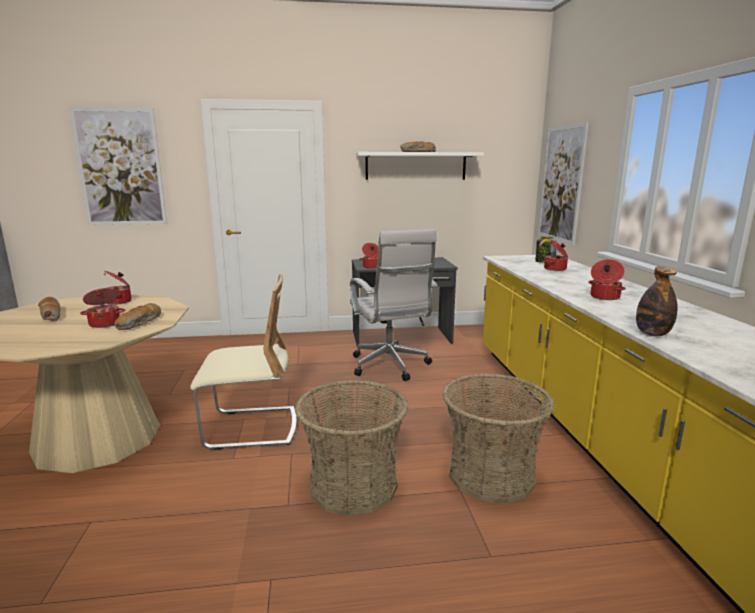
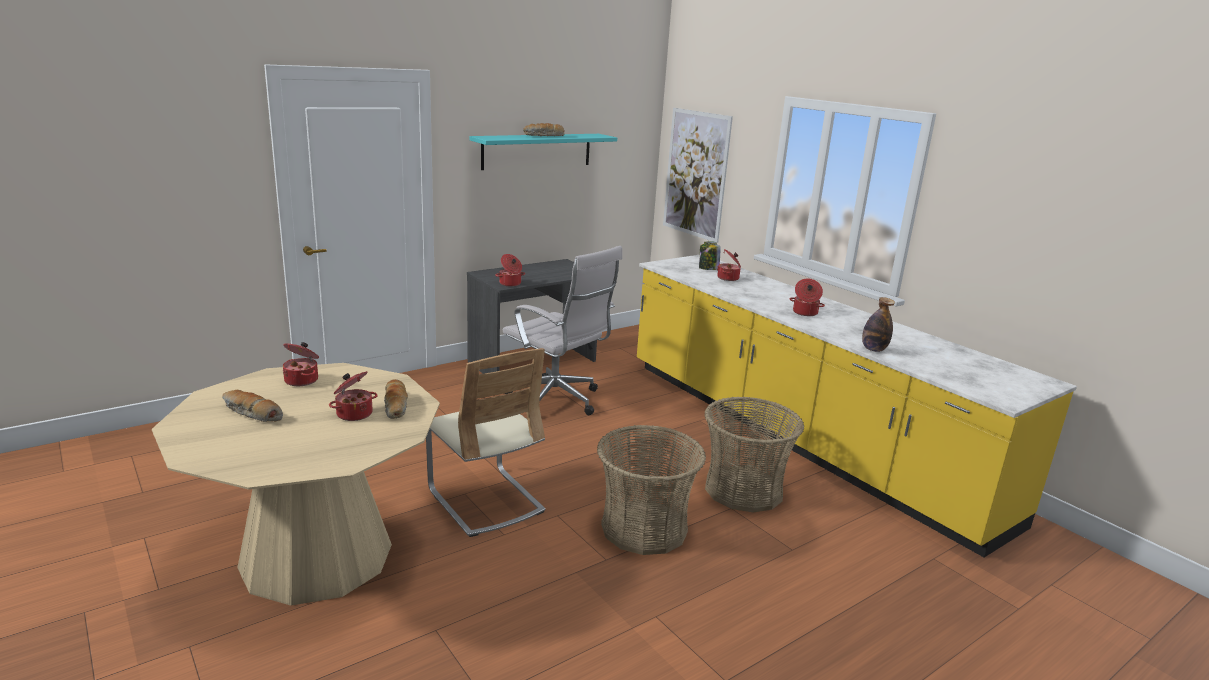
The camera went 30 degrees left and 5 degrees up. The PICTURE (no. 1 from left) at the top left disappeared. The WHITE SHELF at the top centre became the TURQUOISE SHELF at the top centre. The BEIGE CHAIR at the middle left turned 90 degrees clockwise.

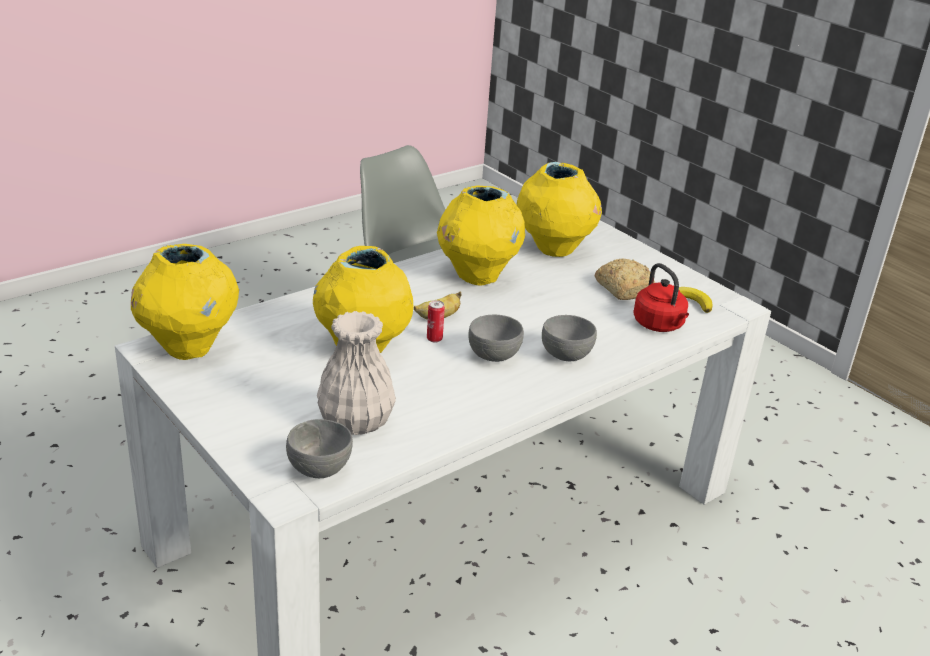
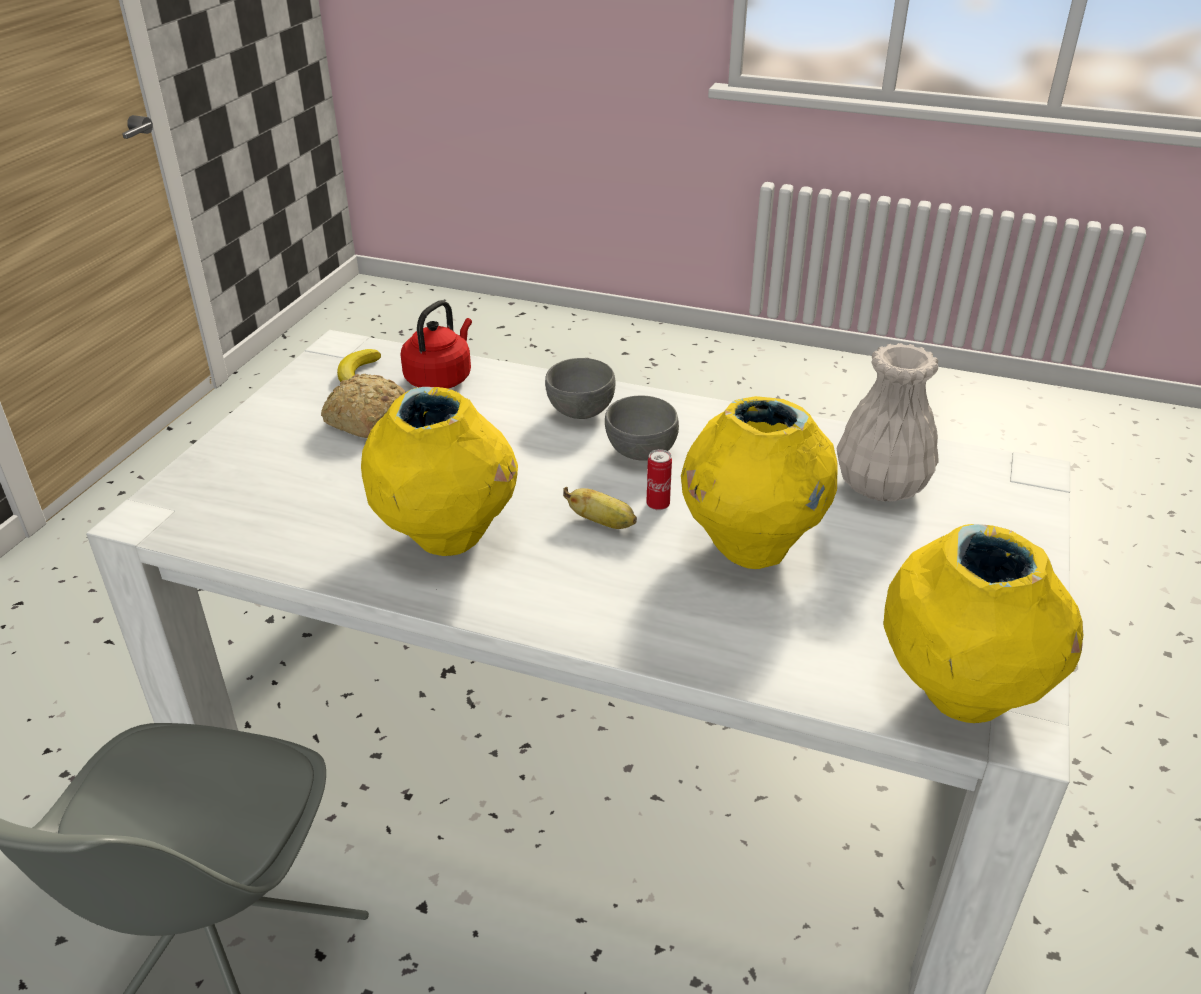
The camera went 120 degrees left and 5 degrees up. The YELLOW VASE (no. 4 from left) at the top centre disappeared. The GREY BOWL (no. 1 from left) at the bottom centre disappeared.

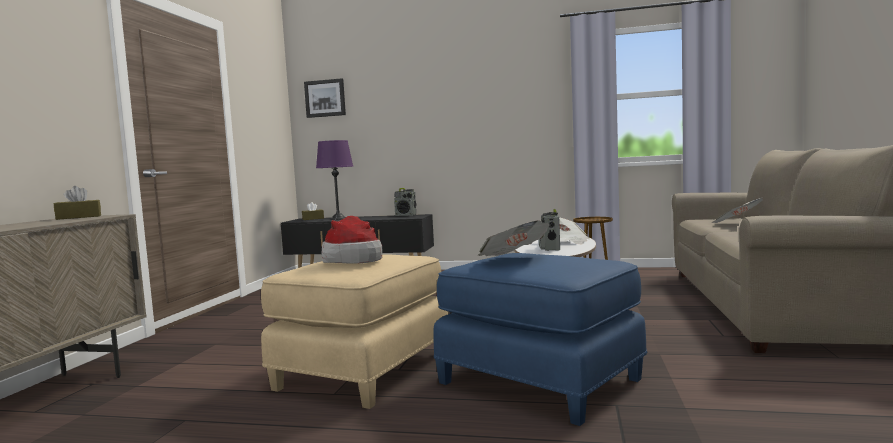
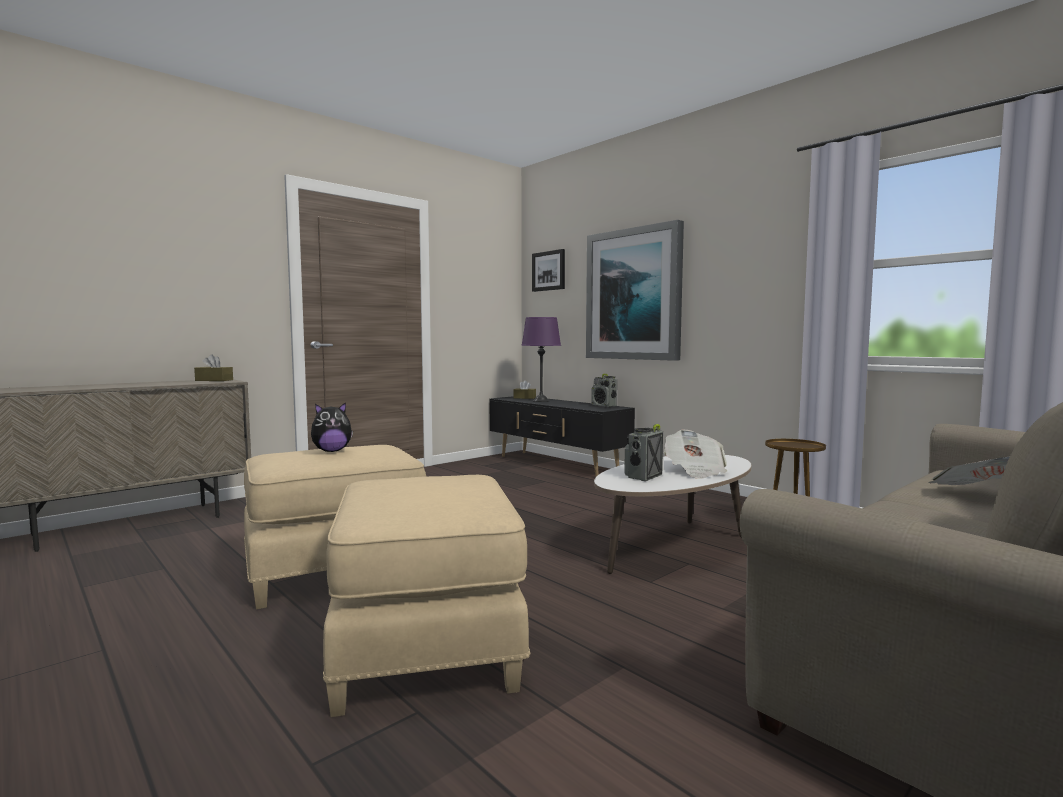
The camera went 35 degrees right and 0 degrees up. The HAT at the centre was replaced by the PLUSH TOY at the middle left. The NEWSPAPER (no. 1 from left) at the centre disappeared. The BLUE OTTOMAN at the bottom centre became the BEIGE OTTOMAN (no. 2 from left) at the bottom centre. The PICTURE (no. 2 from left) at the centre appeared.

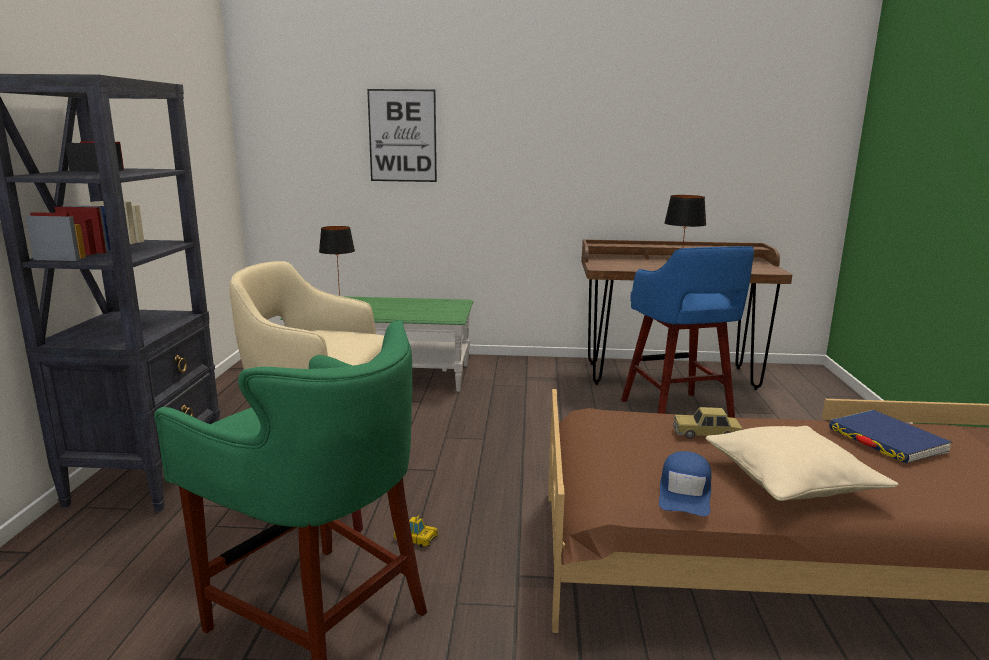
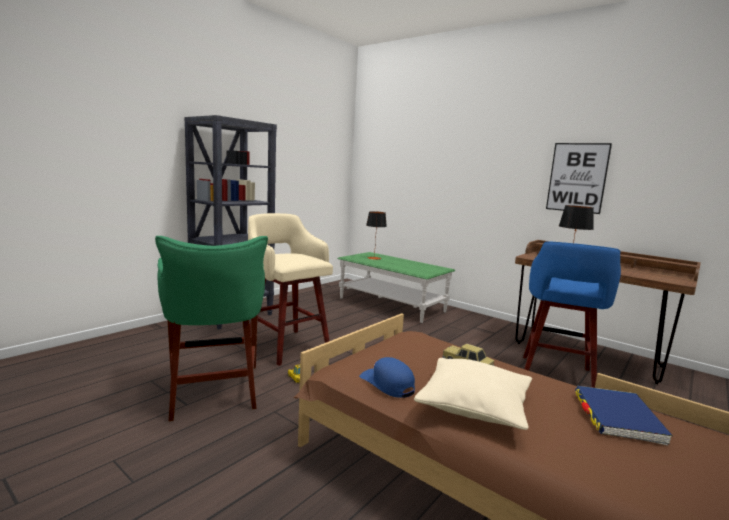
The camera went 35 degrees right and 5 degrees down. The PICTURE moved from the top centre to the middle right. The BLUE CAP at the bottom right turned 90 degrees clockwise.

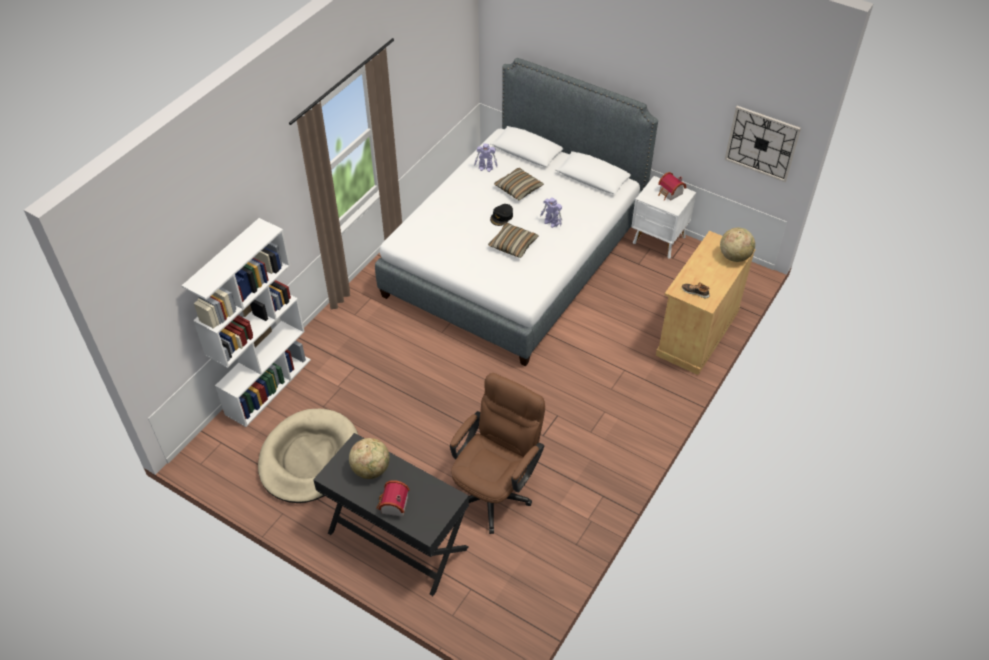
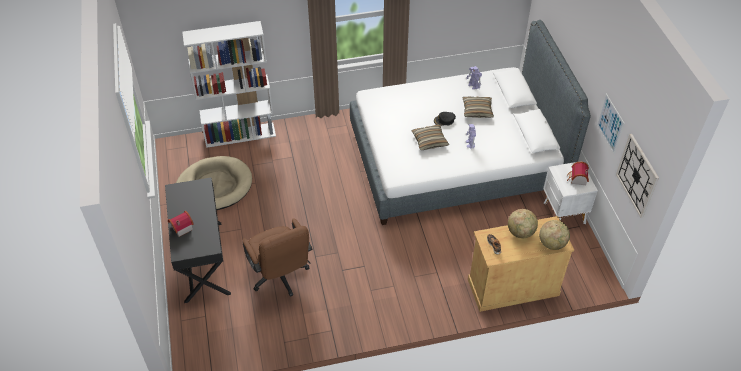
The camera went 45 degrees right and 0 degrees up. The BROWN OFFICE CHAIR at the bottom centre turned 75 degrees clockwise. The GLOBE (no. 1 from left) moved from the bottom centre to the middle right. The PICTURE at the middle right appeared.

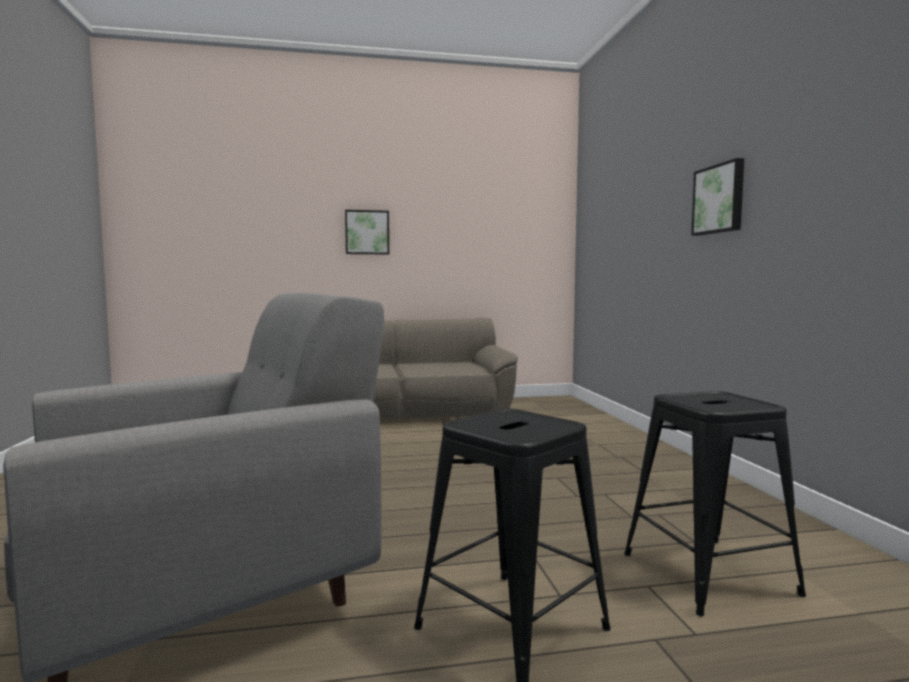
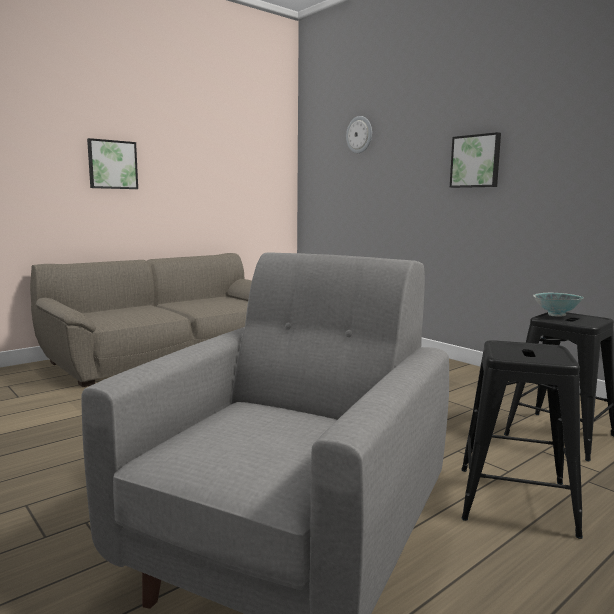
The camera went 30 degrees left and 5 degrees up. The WALL CLOCK at the top centre appeared. The BOWL at the middle right appeared.

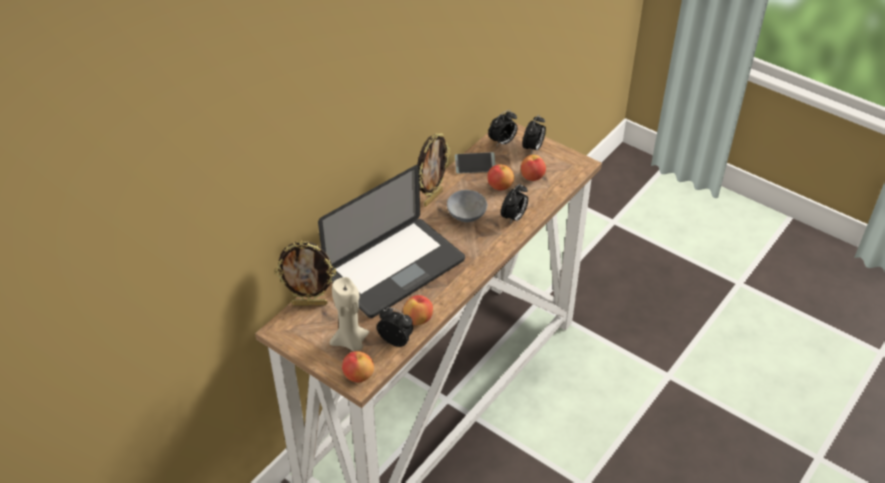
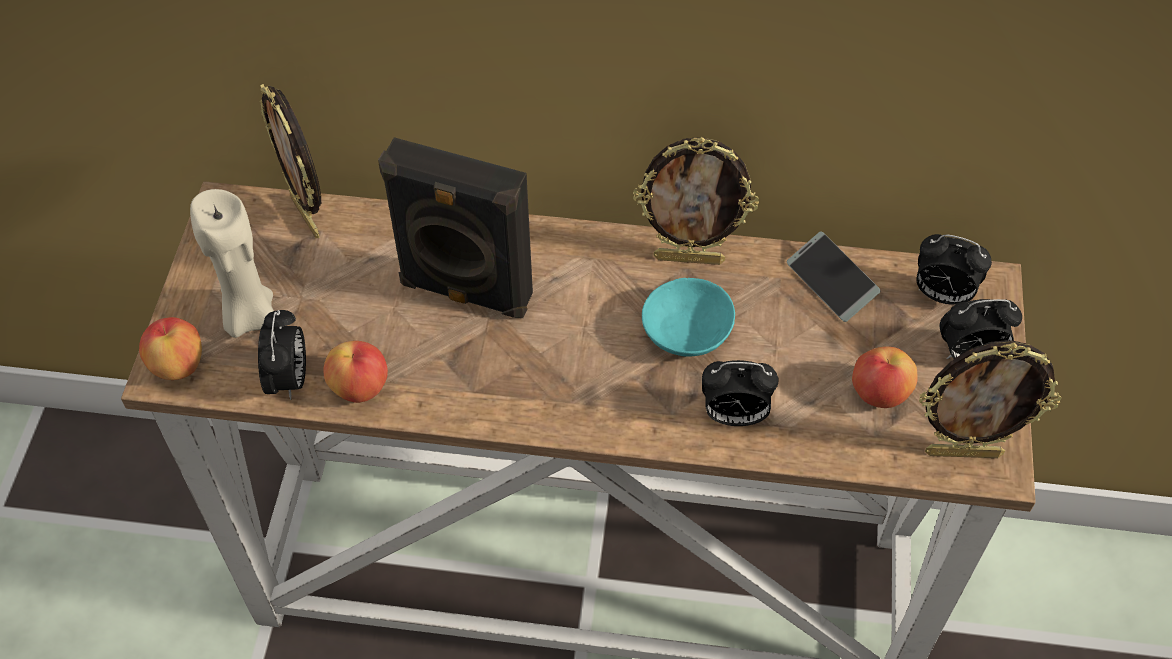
The camera went 60 degrees right and 10 degrees up. The APPLE (no. 3 from left) at the centre disappeared. The LAPTOP at the centre was replaced by the BLACK SPEAKER at the centre. The GREY BOWL at the centre became the TURQUOISE BOWL at the centre. The PICTURE FRAME (no. 3 from left) at the middle right appeared.

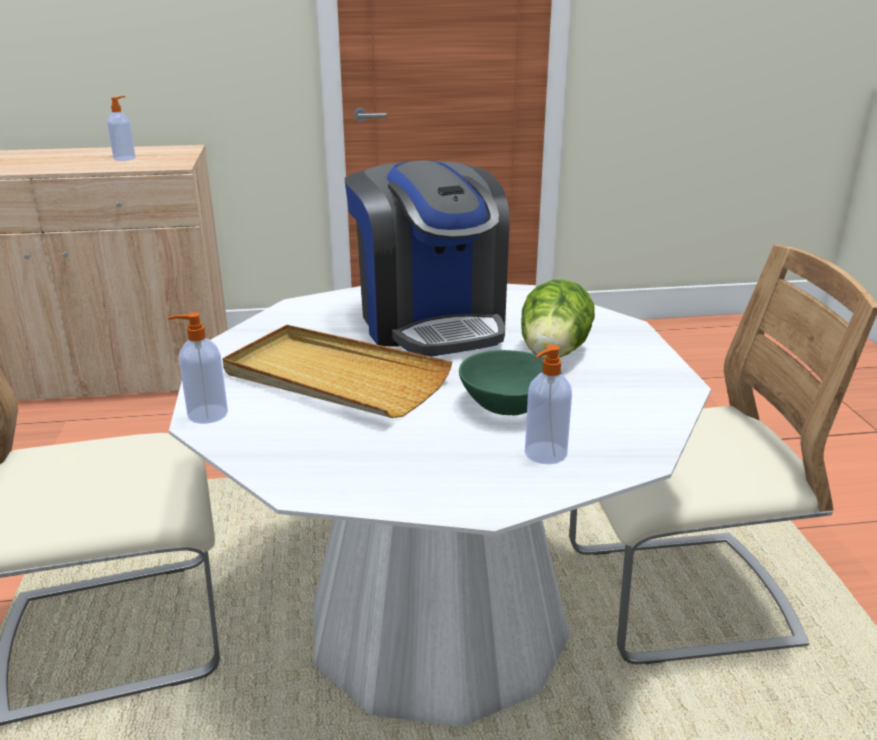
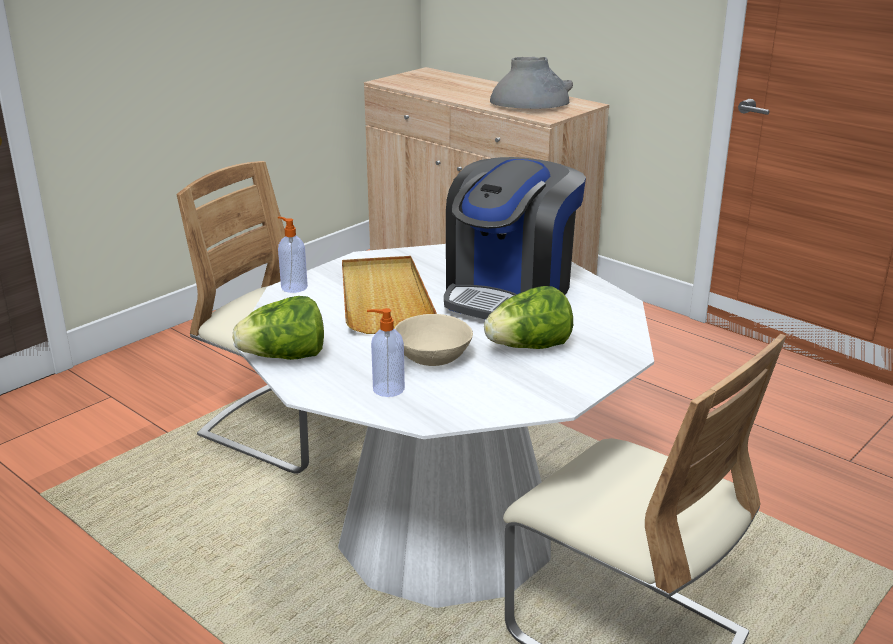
The camera went 50 degrees right and 0 degrees up. The SOAP DISPENSER (no. 1 from left) at the top left was replaced by the GREY VASE at the top centre. The GREEN BOWL at the centre became the BEIGE BOWL at the centre. The LETTUCE (no. 1 from left) at the middle left appeared.

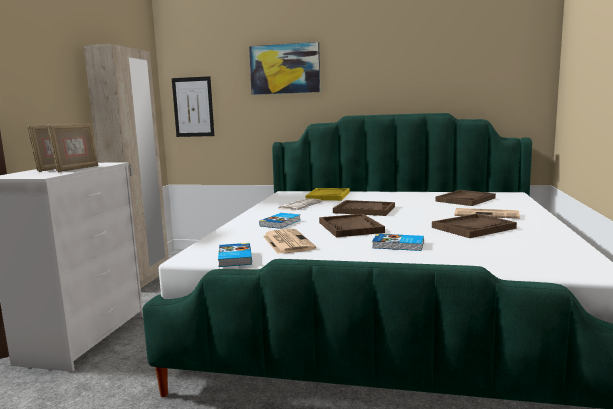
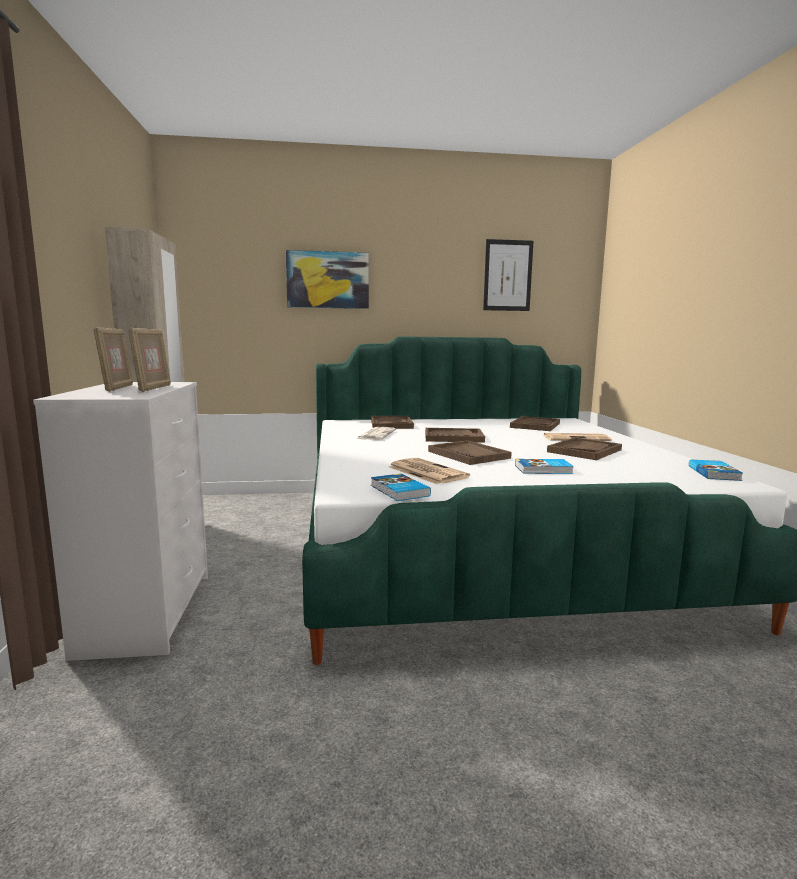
The camera went 20 degrees left and 0 degrees up. The PICTURE (no. 1 from left in the first image) moved from the top left to the top centre. The YELLOW TRAY at the centre became the BROWN TRAY (no. 1 from left) at the centre. The BOOK (no. 2 from left in the first image) moved from the centre to the middle right.

